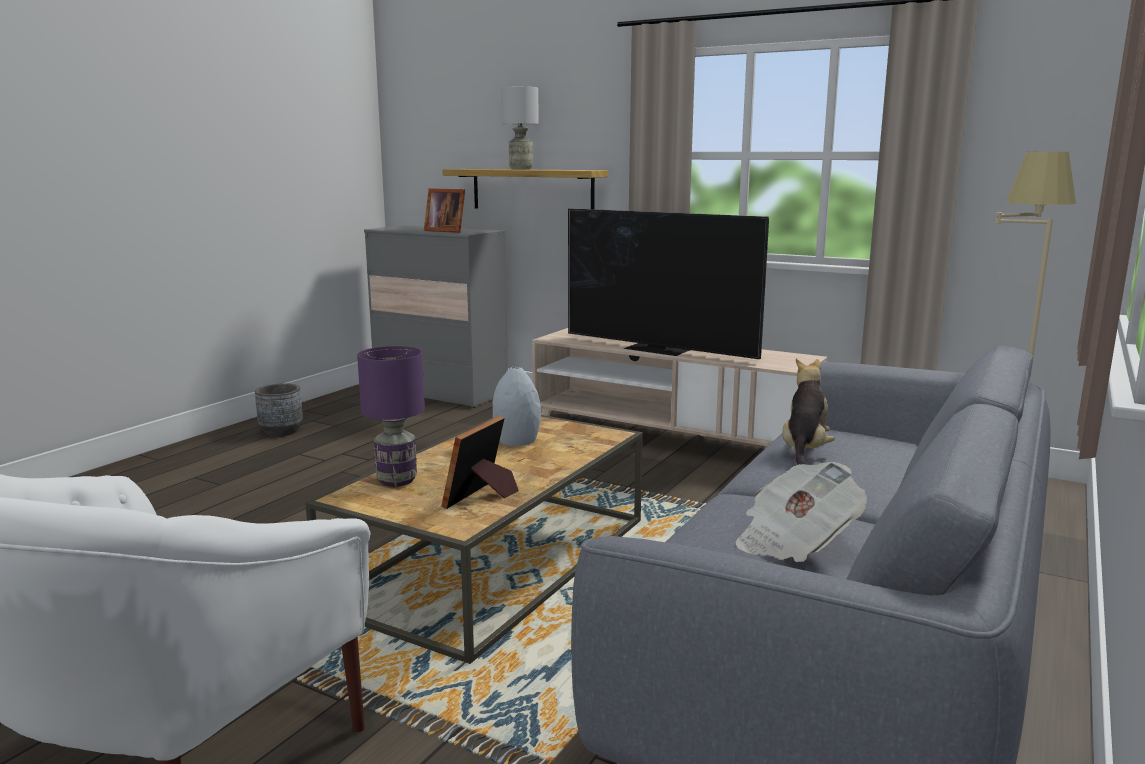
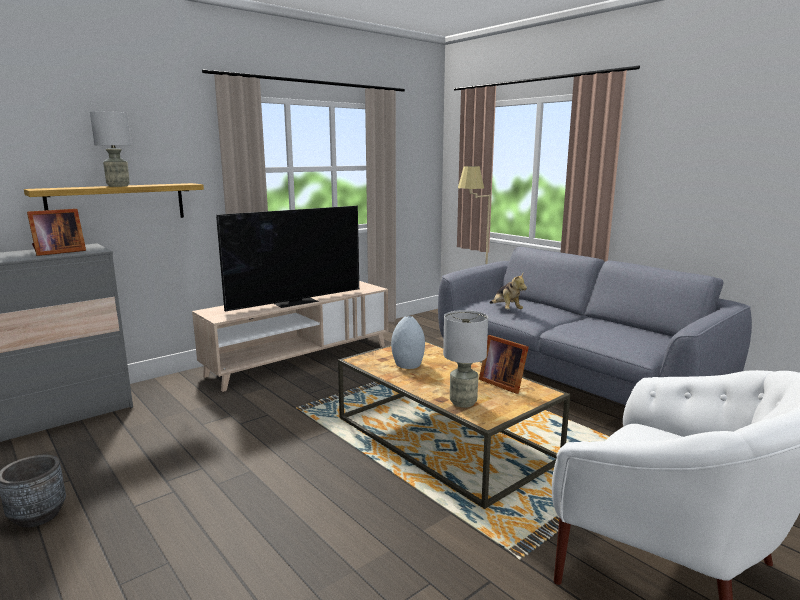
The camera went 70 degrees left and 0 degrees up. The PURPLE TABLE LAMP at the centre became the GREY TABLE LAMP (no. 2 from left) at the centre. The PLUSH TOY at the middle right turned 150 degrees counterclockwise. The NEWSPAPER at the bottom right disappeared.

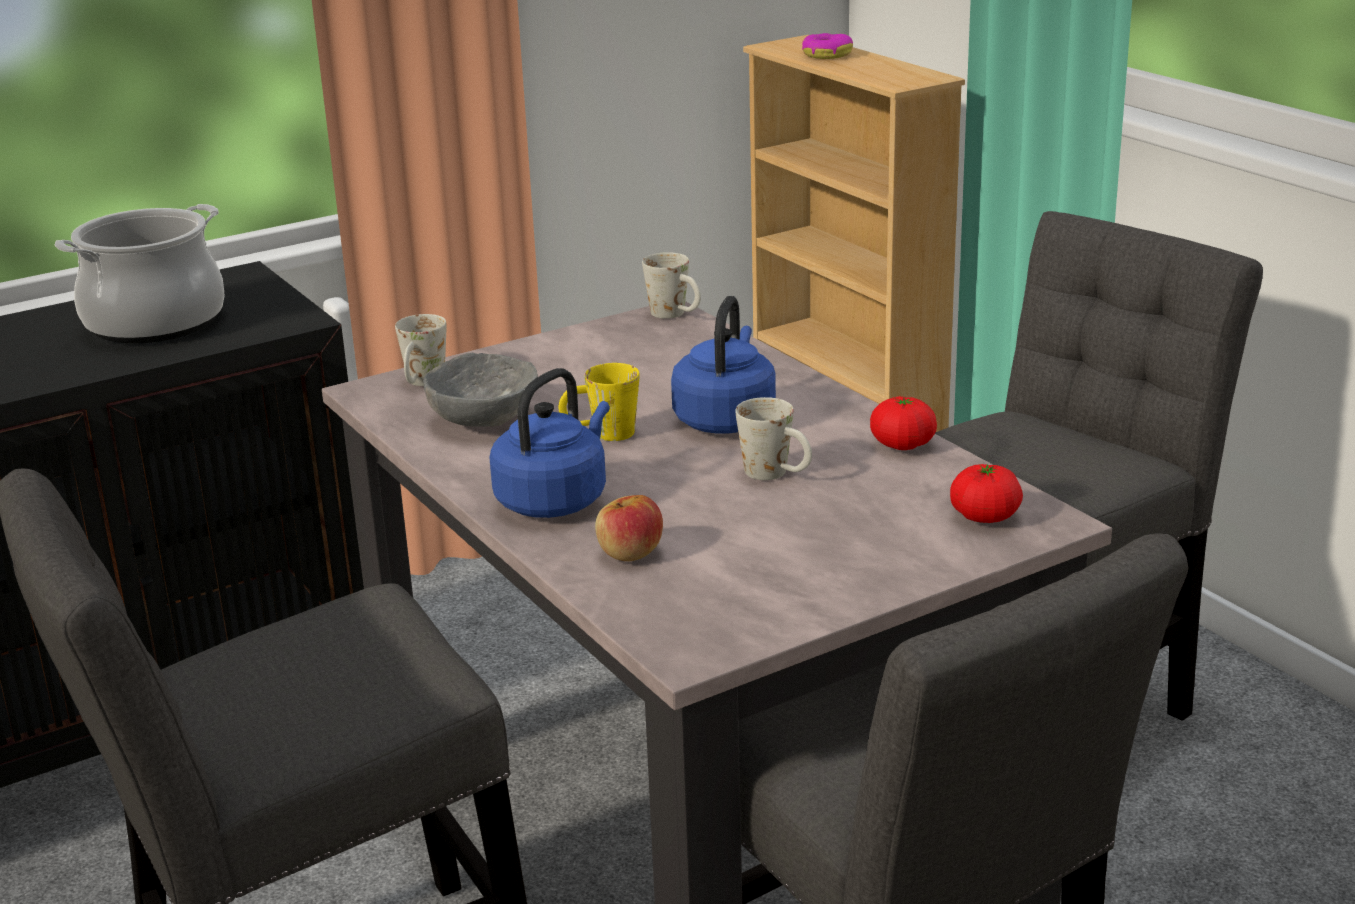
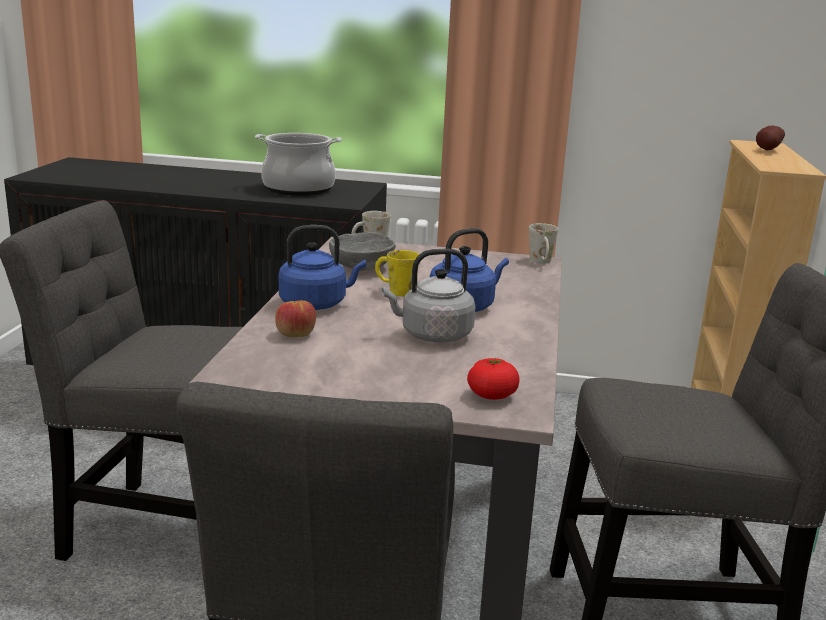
The camera went 40 degrees right and 5 degrees down. The DONUT at the top centre was replaced by the POTATO at the top right. The TOMATO (no. 1 from left) at the centre disappeared. The WHITE MUG (no. 3 from left) at the centre was replaced by the GREY KETTLE at the centre.

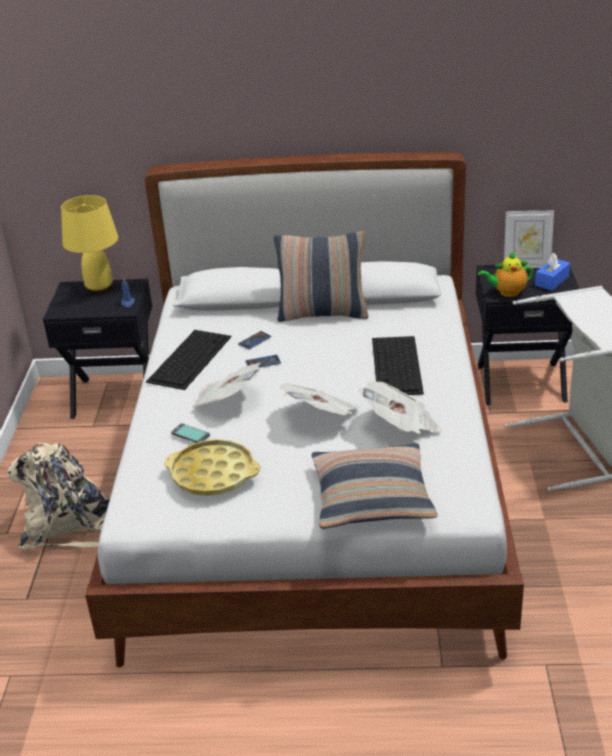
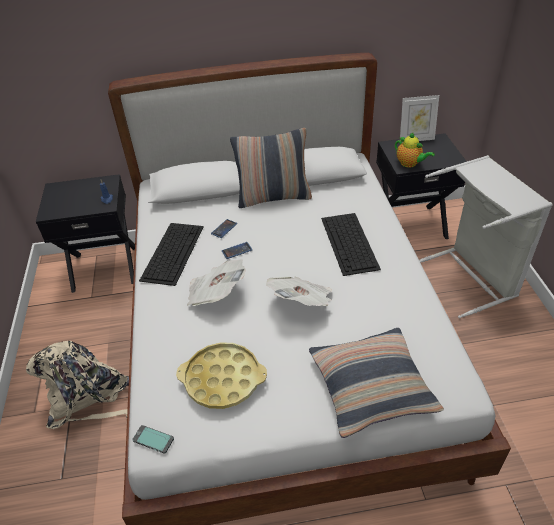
The camera went 10 degrees left and 10 degrees up. The YELLOW TABLE LAMP at the top left disappeared. The TEAPOT at the middle right turned 120 degrees counterclockwise. The BLUE TISSUE BOX at the middle right disappeared. The NEWSPAPER (no. 3 from left) at the centre disappeared. The PHONE (no. 1 from left) moved from the middle left to the bottom left.

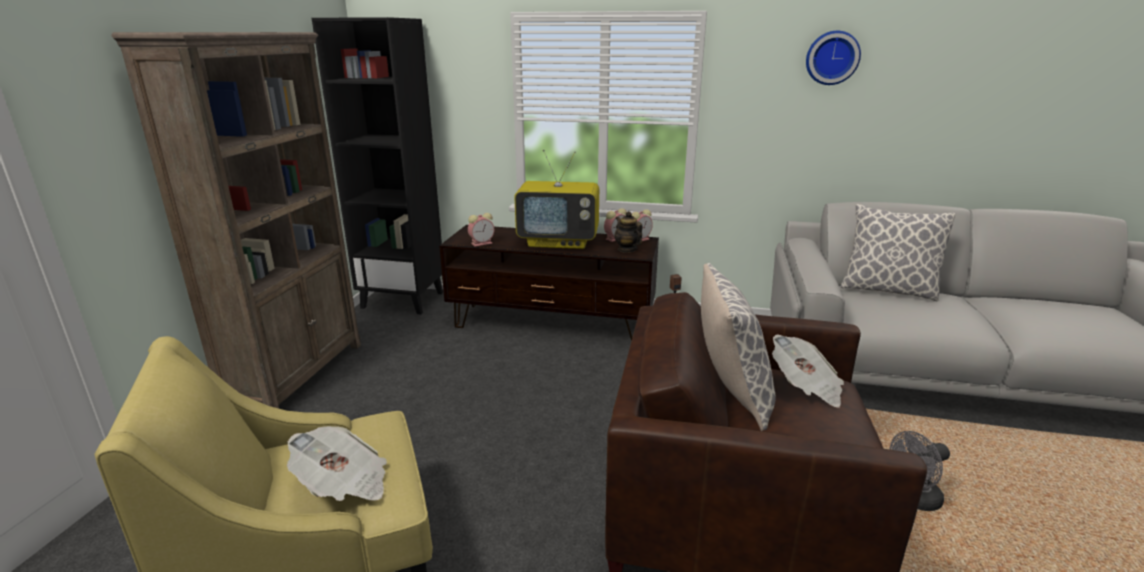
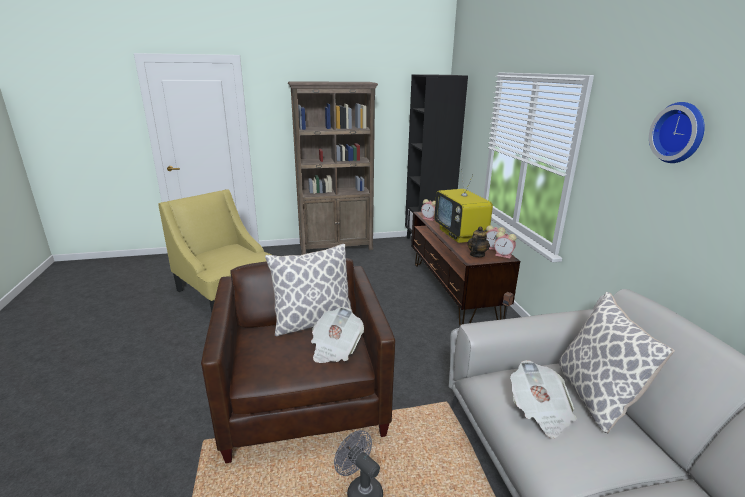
The camera went 65 degrees right and 0 degrees up. The NEWSPAPER (no. 1 from left in the first image) moved from the bottom left to the bottom right.

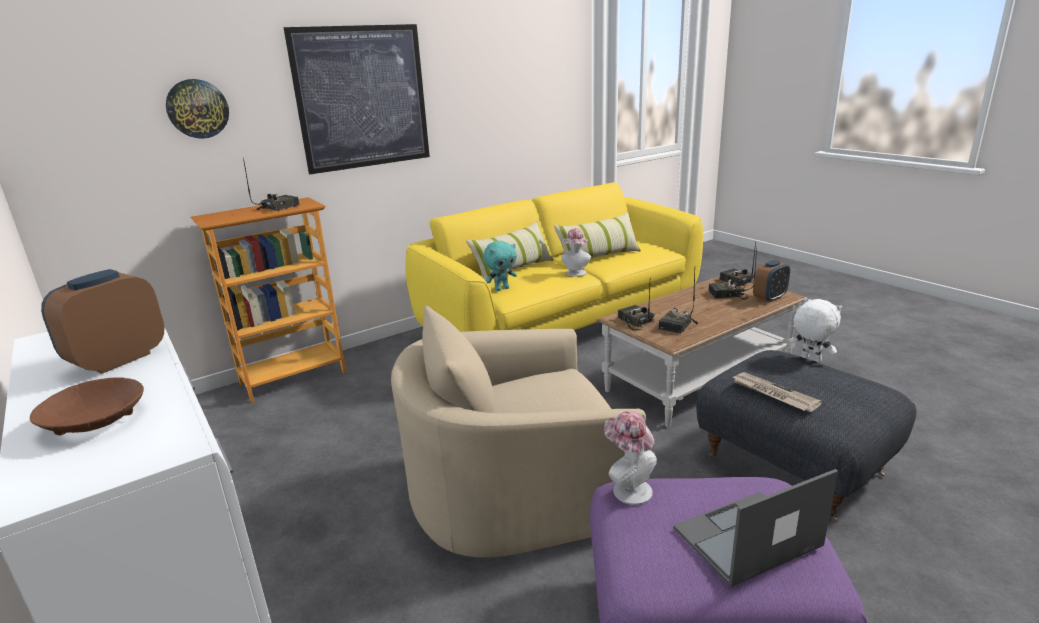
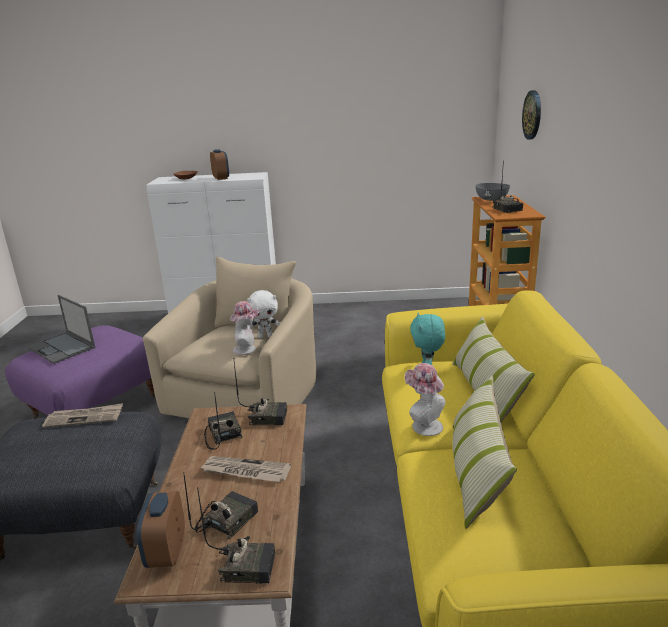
The camera went 125 degrees right and 0 degrees up. The PICTURE at the top centre disappeared. The WHITE PLUSH TOY moved from the middle right to the centre. The HAT (no. 2 from left in the first image) moved from the bottom centre to the centre. The LAPTOP at the bottom right turned 120 degrees clockwise. The GREY BOWL at the top right appeared. The NEWSPAPER (no. 2 from left) at the bottom centre appeared.

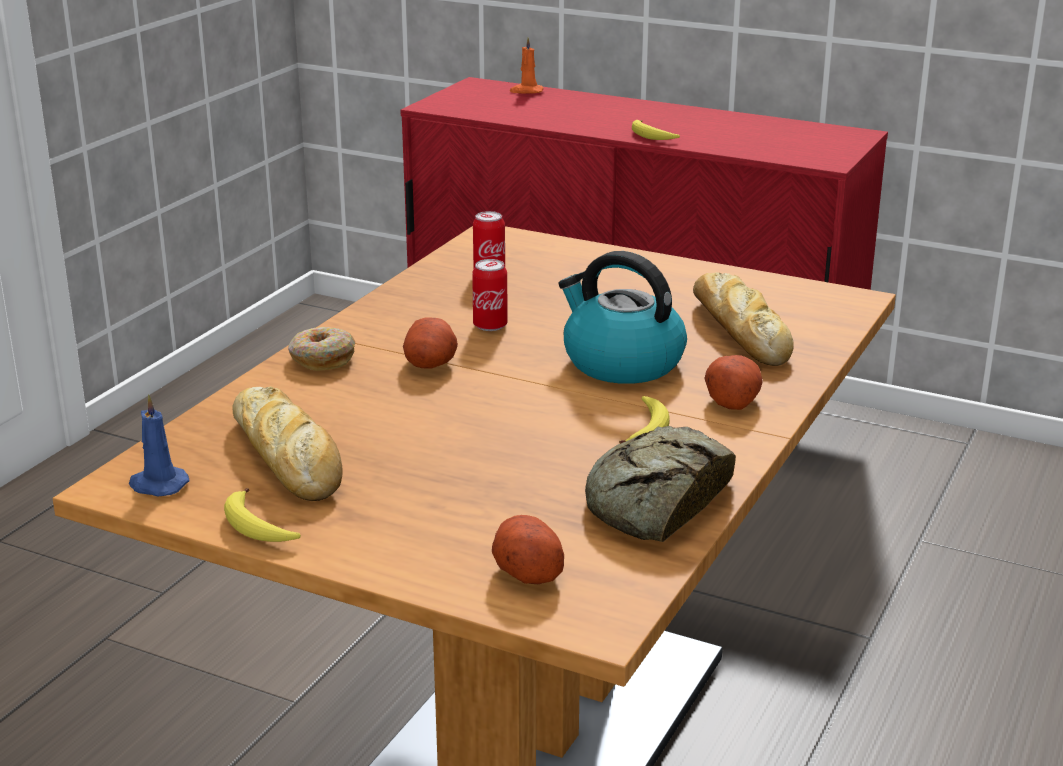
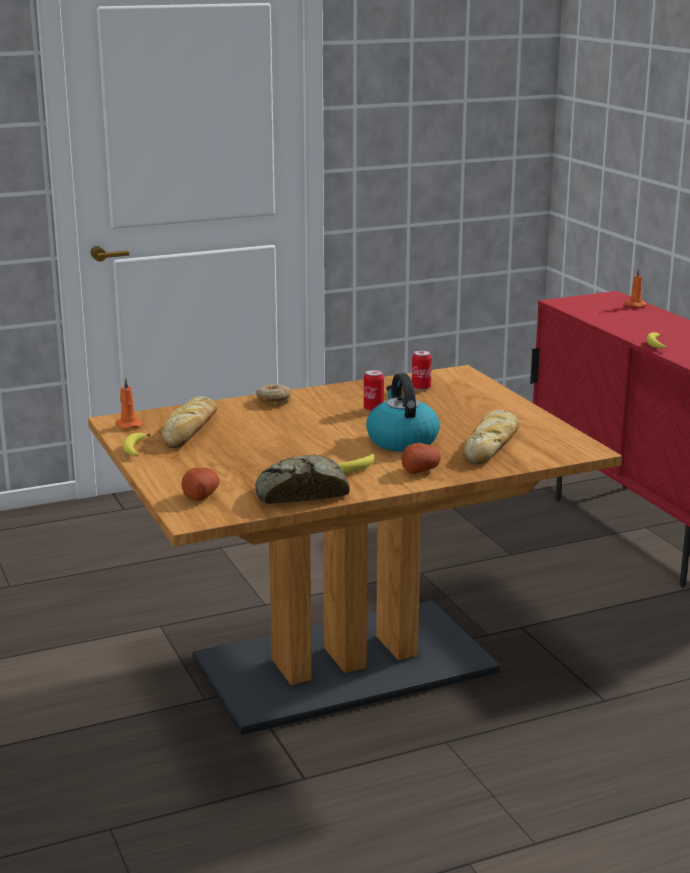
The camera went 40 degrees right and 5 degrees down. The POTATO (no. 1 from left) at the centre disappeared. The BLUE CANDLE at the middle left became the ORANGE CANDLE (no. 1 from left) at the middle left.

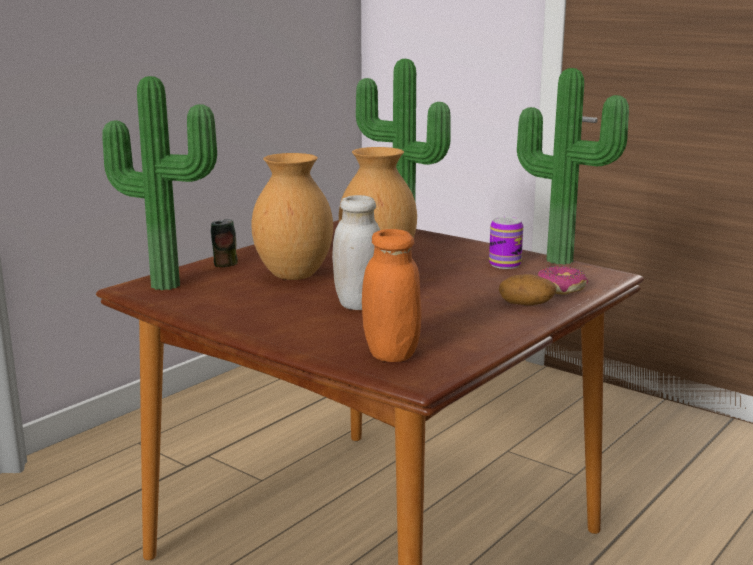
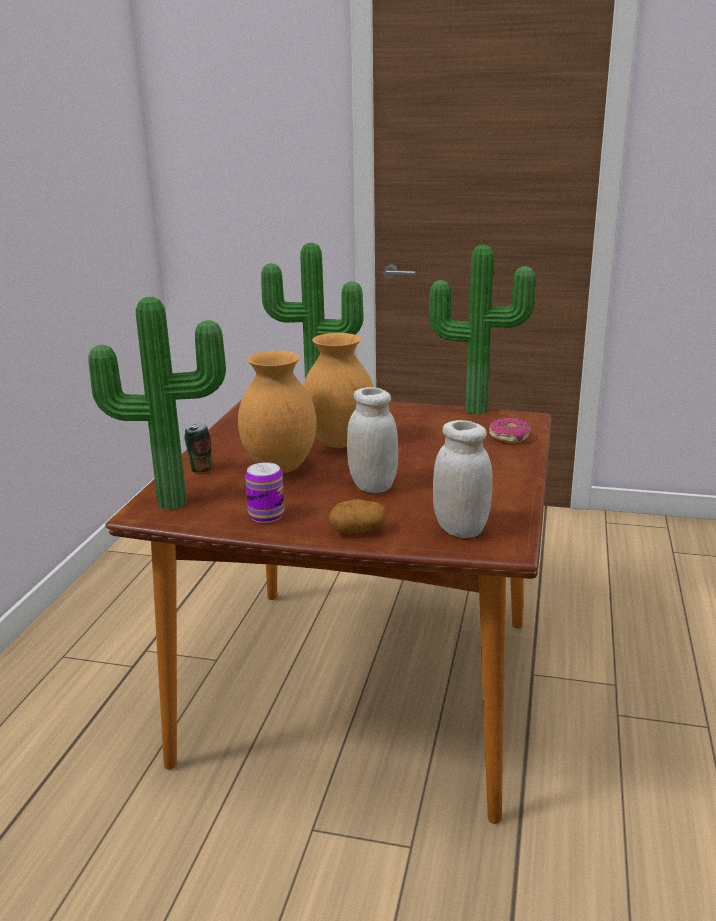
The camera went 25 degrees left and 5 degrees up. The CAN (no. 2 from left) moved from the middle right to the centre. The ORANGE JAR at the centre became the WHITE JAR (no. 2 from left) at the centre. The POTATO moved from the middle right to the centre.

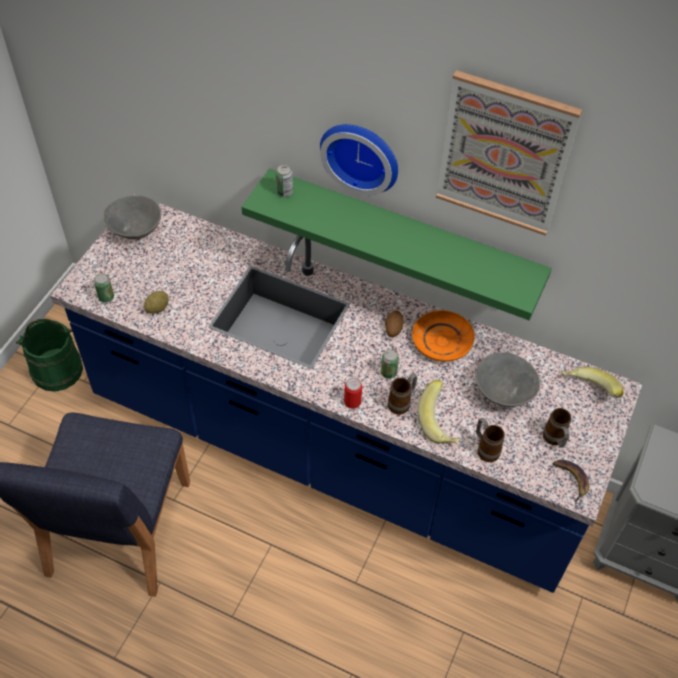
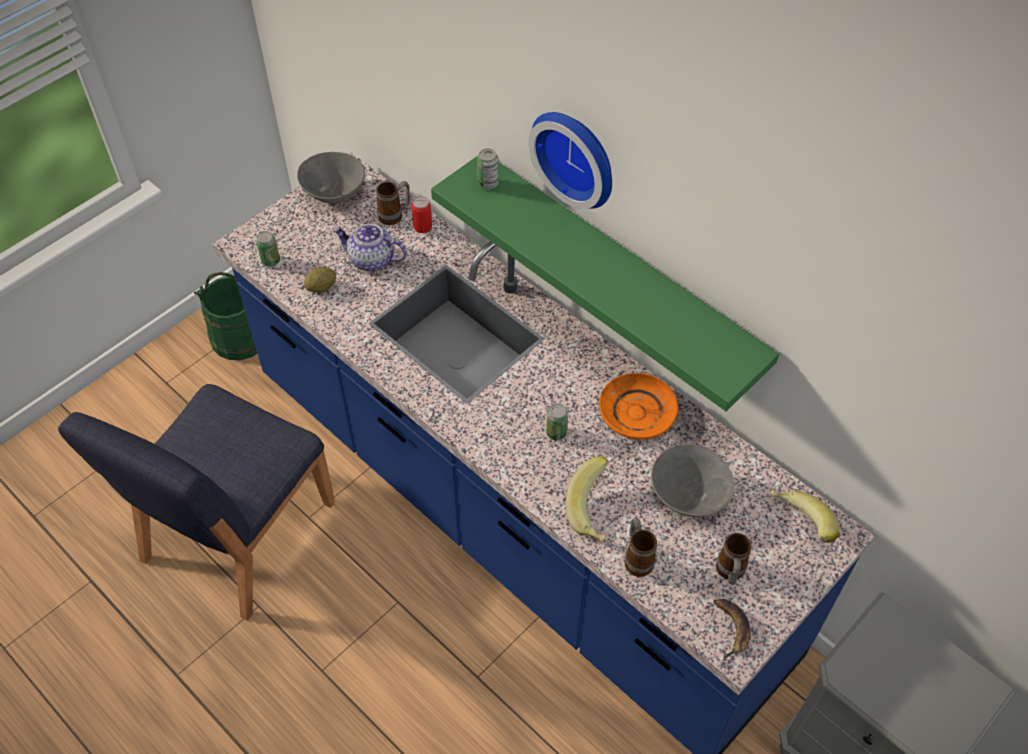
The camera went 20 degrees right and 0 degrees up. The PICTURE at the top right disappeared. The POTATO (no. 2 from left) at the centre disappeared. The MUG (no. 1 from left) moved from the centre to the top centre. The CAN (no. 3 from left in the first image) moved from the centre to the top centre. The TEAPOT at the top centre appeared.

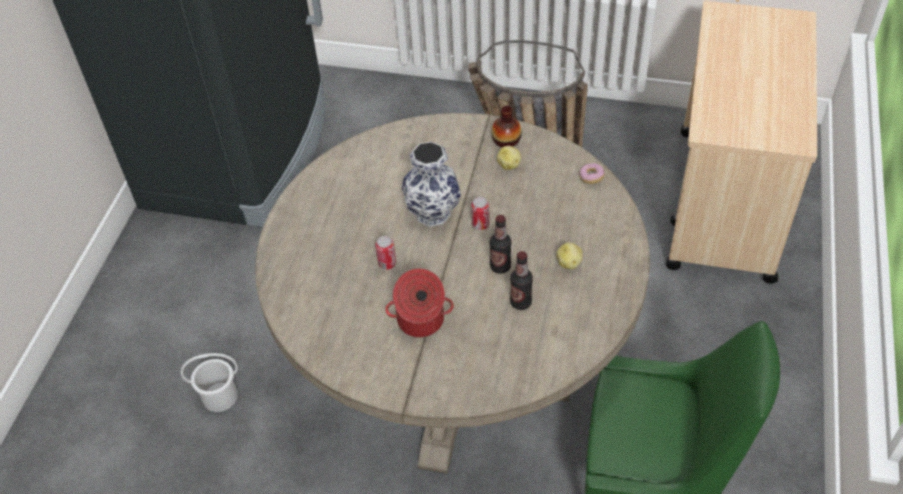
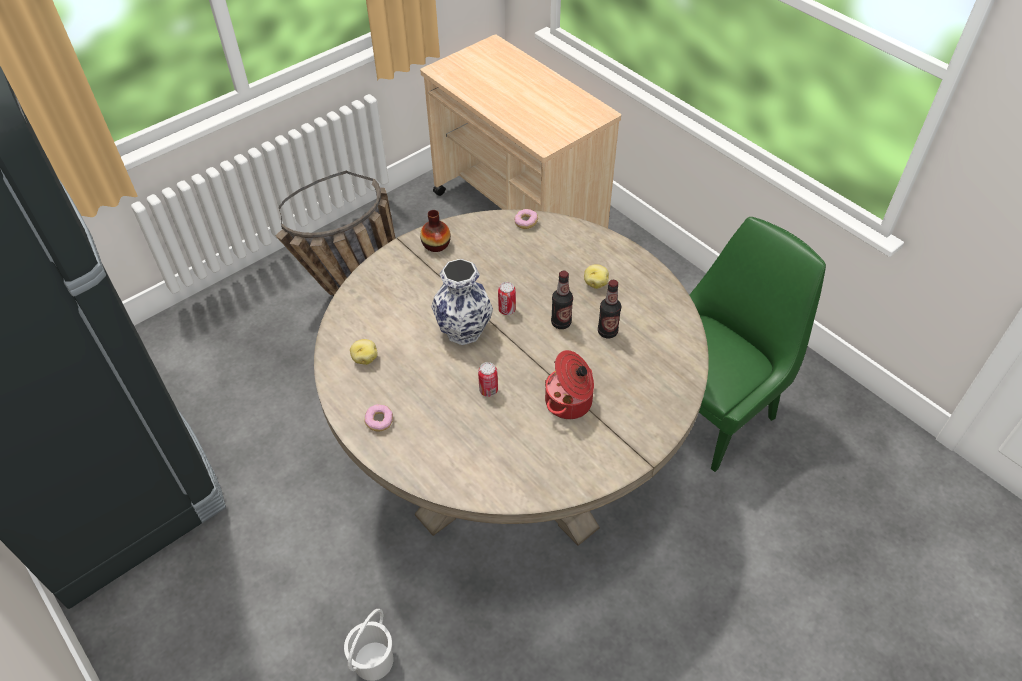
The camera went 55 degrees left and 0 degrees up. The POTATO (no. 1 from left) moved from the top centre to the centre. The DONUT (no. 1 from left) at the centre appeared.

